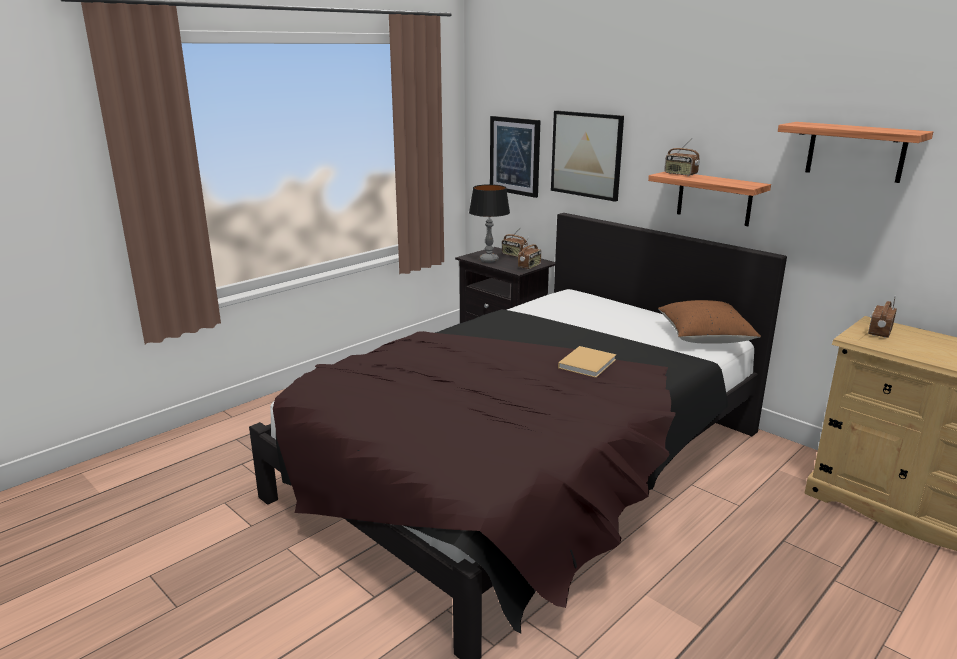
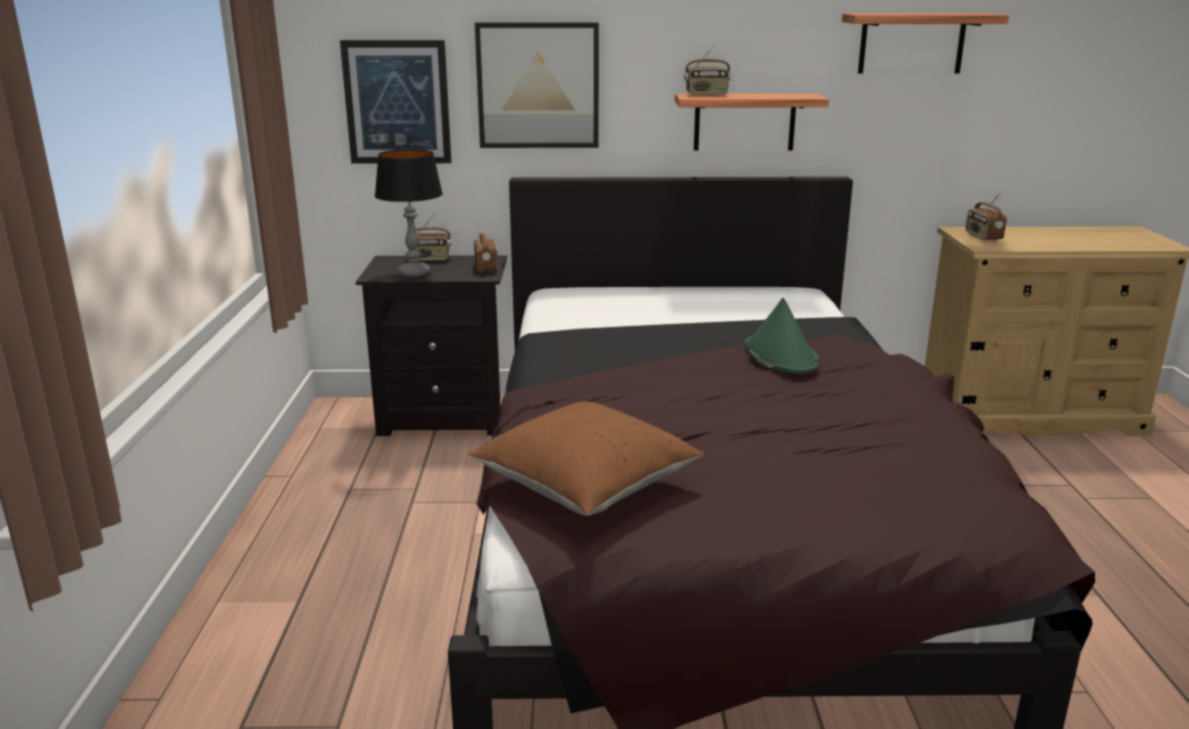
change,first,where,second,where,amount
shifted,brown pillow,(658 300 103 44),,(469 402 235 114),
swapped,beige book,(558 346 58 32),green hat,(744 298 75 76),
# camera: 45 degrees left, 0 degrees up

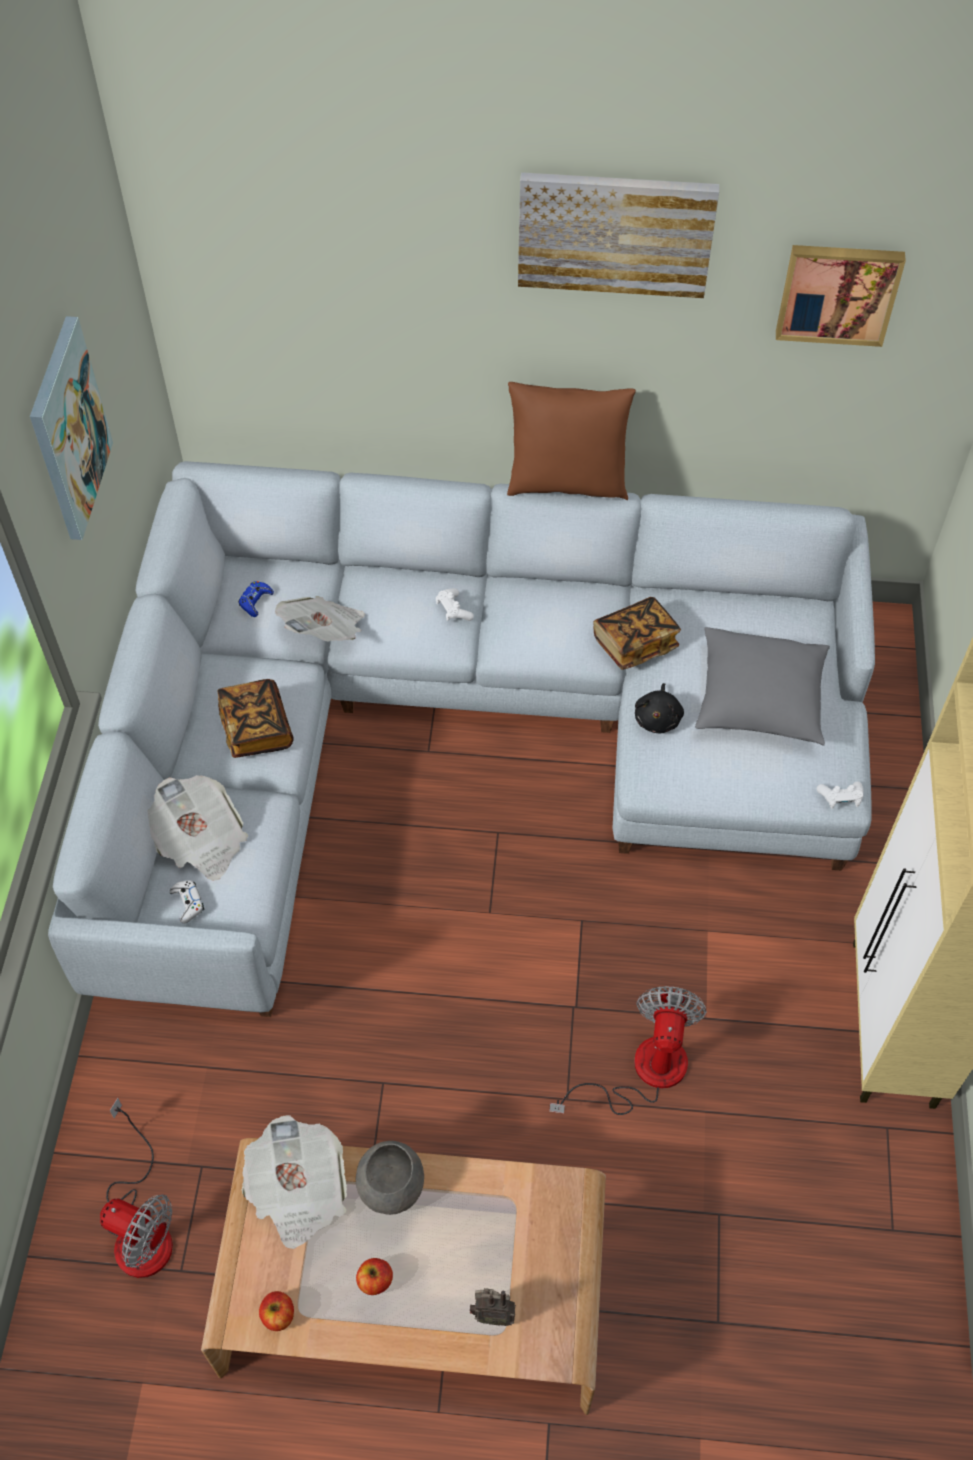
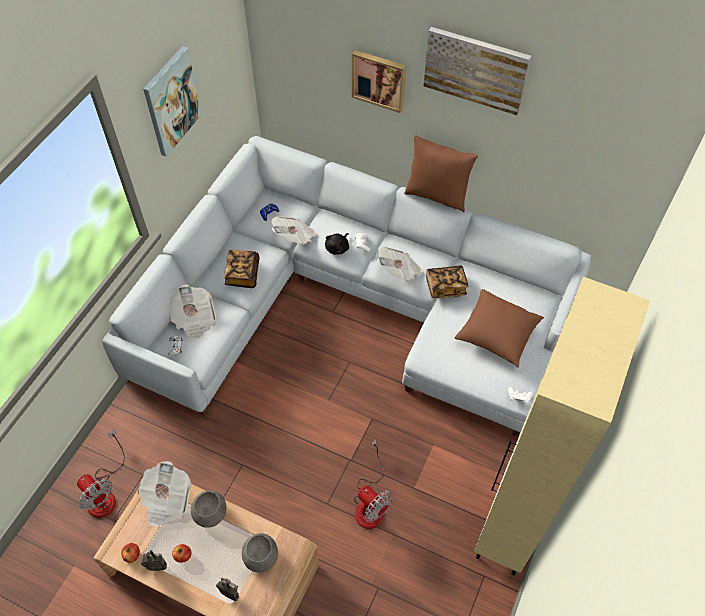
change,first,where,second,where,amount
new,,,radio,(141 550 26 21),
new,,,grey bowl,(242 533 36 39),
shifted,black plush toy,(635 683 49 50),,(325 233 24 22),
shifted,picture,(776 245 130 102),,(352 50 54 63),
rotated,fan,(549 986 158 129),,(354 439 39 90),105 degrees clockwise
new,,,newspaper,(377 247 47 35),
repainted,grey pillow,(695 627 135 119),brown pillow,(454 289 90 78),
# camera: 20 degrees right, 0 degrees up

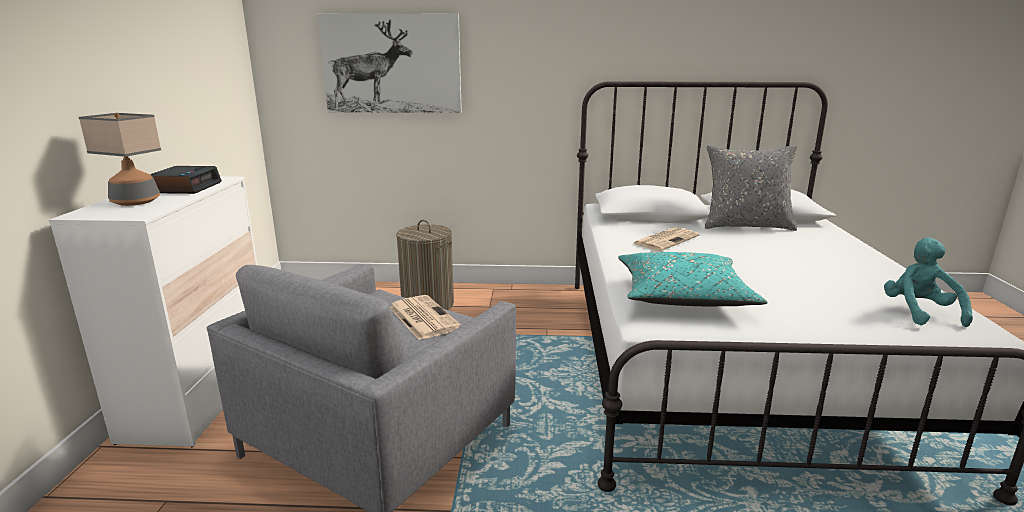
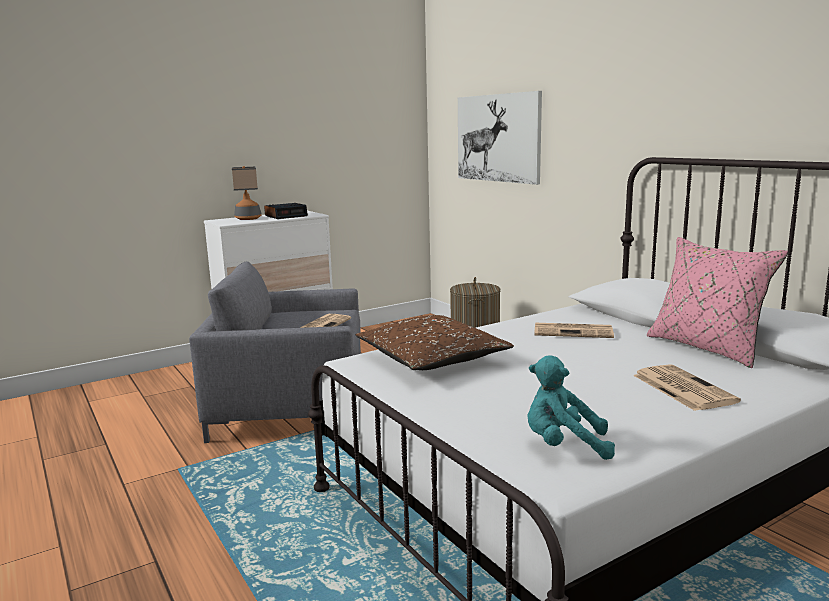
change,first,where,second,where,amount
repainted,turquoise pillow,(618 252 149 54),brown pillow,(355 315 159 55),
rotated,turquoise plush toy,(884 237 89 90),,(528 356 87 104),135 degrees counterclockwise
new,,,newspaper,(633 364 108 47),
repainted,grey pillow,(705 145 92 86),pink pillow,(647 237 141 131),
# camera: 55 degrees right, 5 degrees down

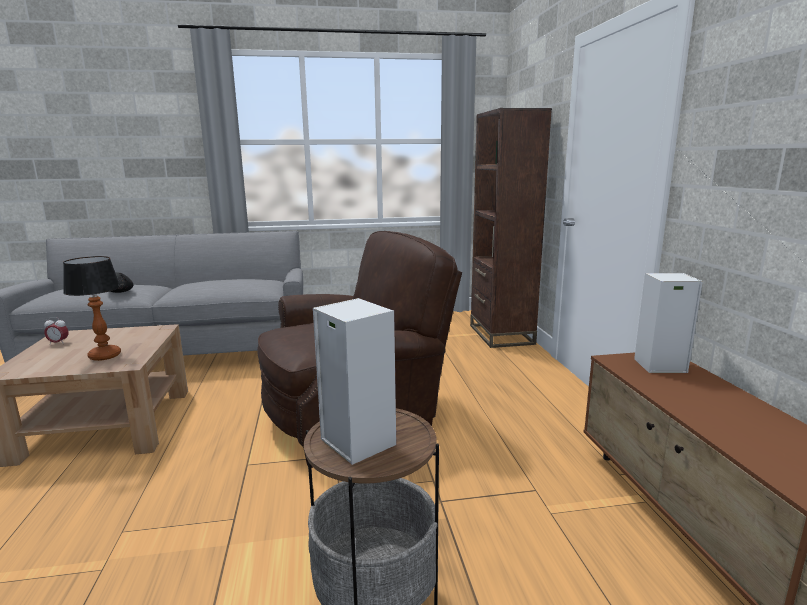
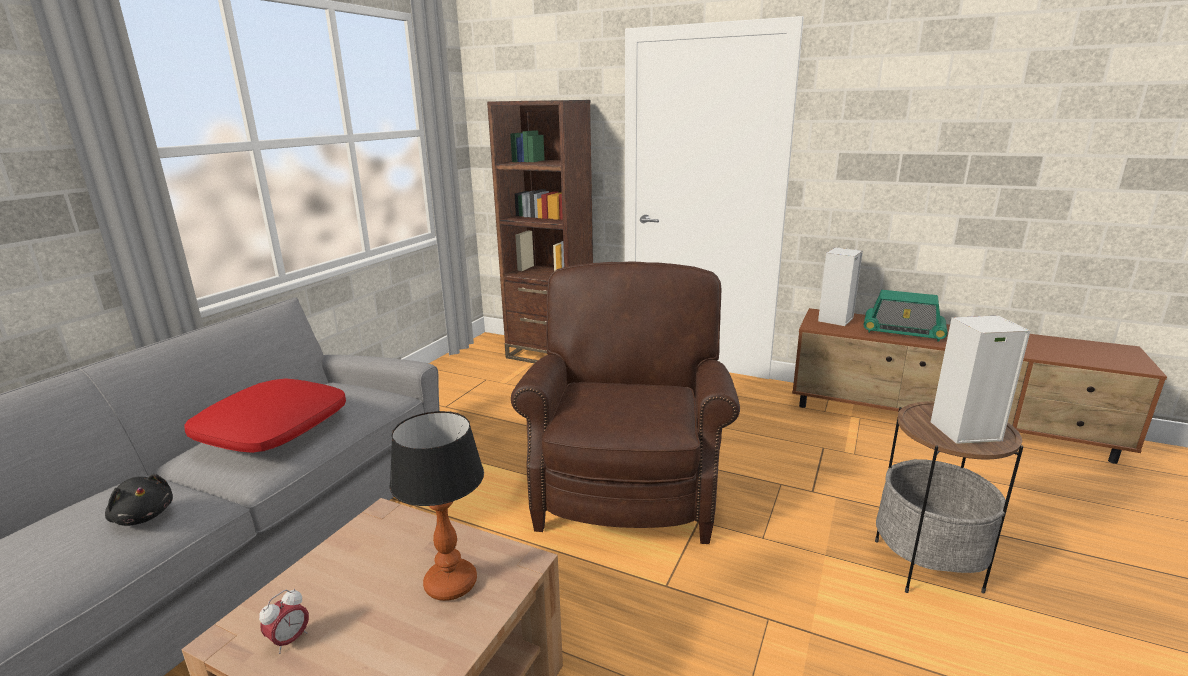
change,first,where,second,where,amount
new,,,red pillow,(184 378 162 75),
new,,,radio,(864 290 84 52),
# camera: 55 degrees left, 5 degrees up

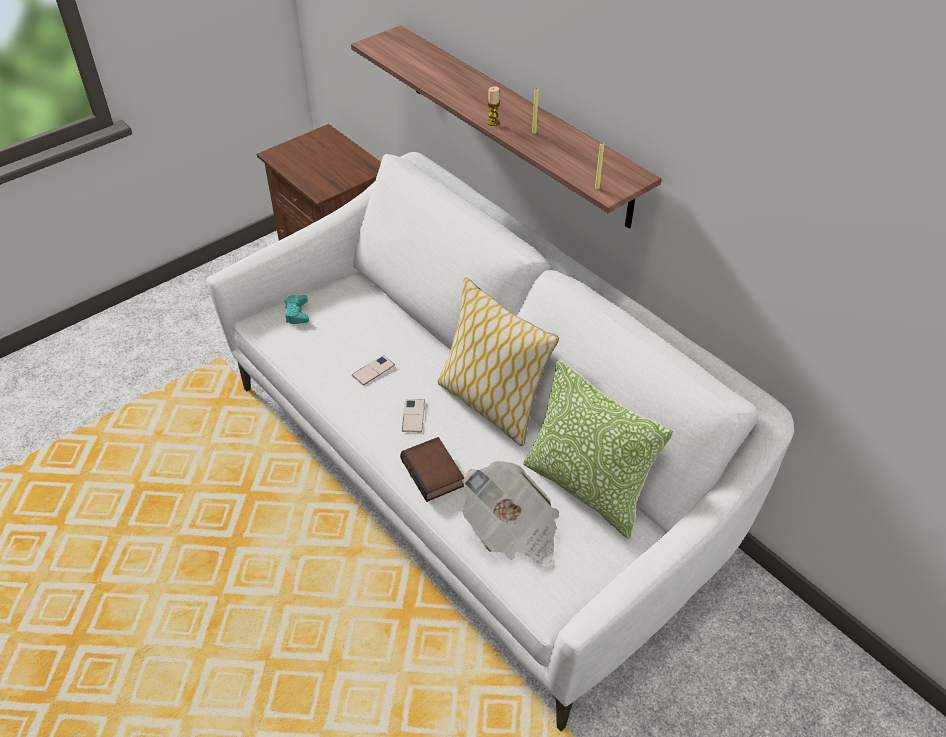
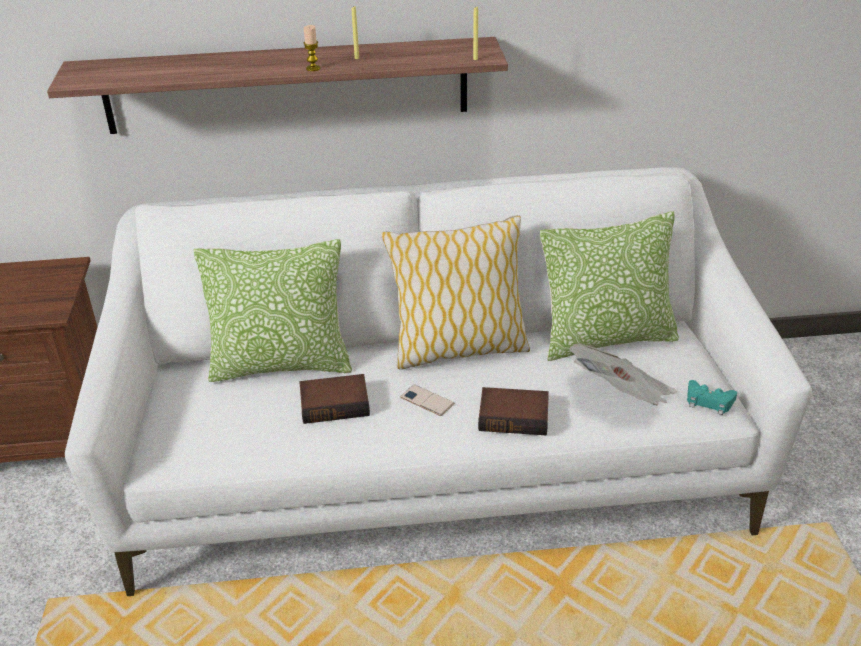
change,first,where,second,where,amount
new,,,pillow,(194 239 158 143),
swapped,phone,(352 355 43 30),book,(300 374 70 50),
shifted,turquoise game controller,(285 295 24 29),,(687 380 50 35),
# camera: 55 degrees left, 10 degrees down

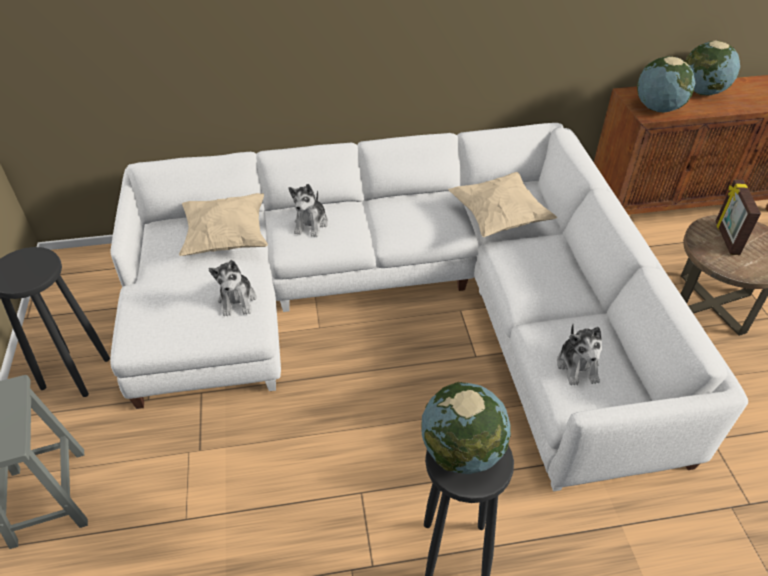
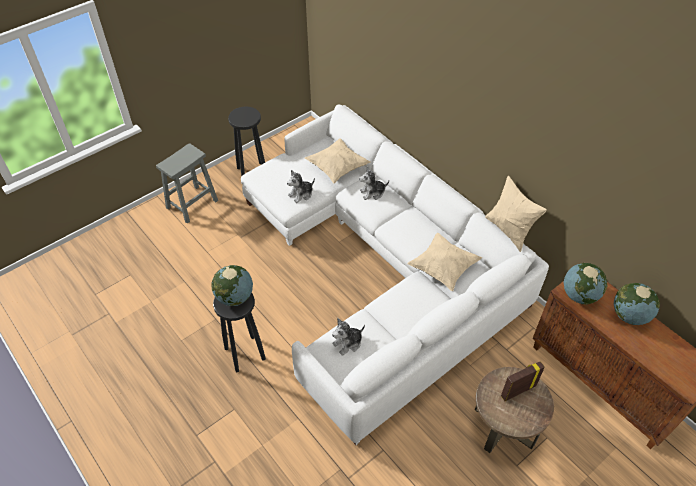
change,first,where,second,where,amount
new,,,beige pillow,(485 176 62 76),
# camera: 60 degrees right, 5 degrees up

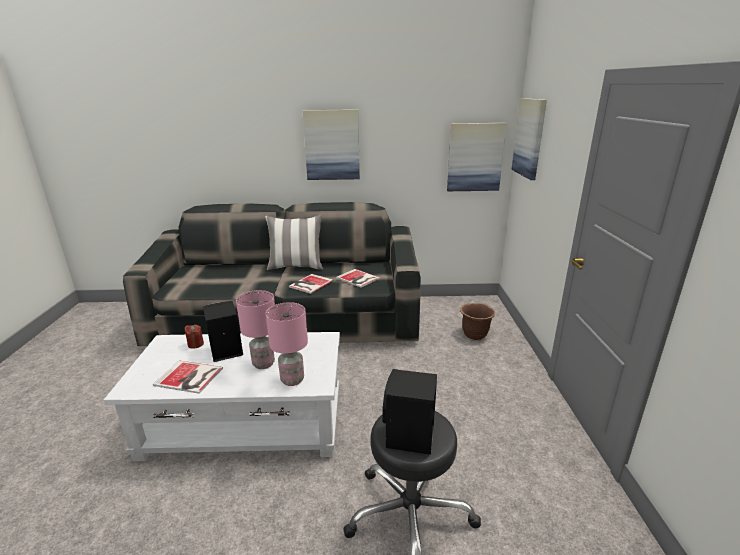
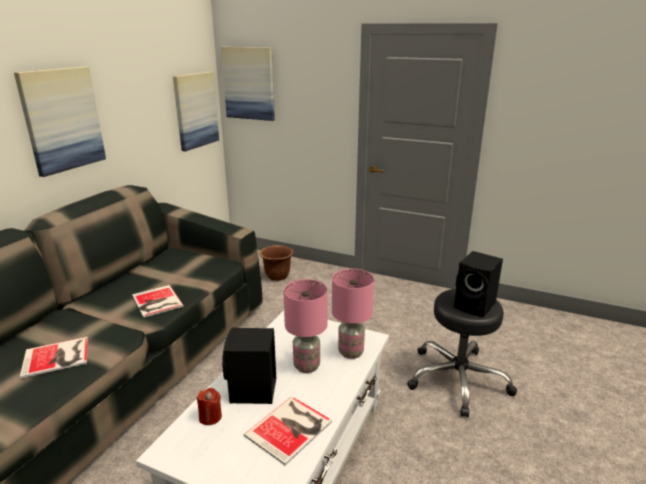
change,first,where,second,where,amount
shifted,book,(336 269 44 18),,(20 337 68 42),
gone,pillow,(265 215 58 55),,,
# camera: 65 degrees left, 0 degrees up

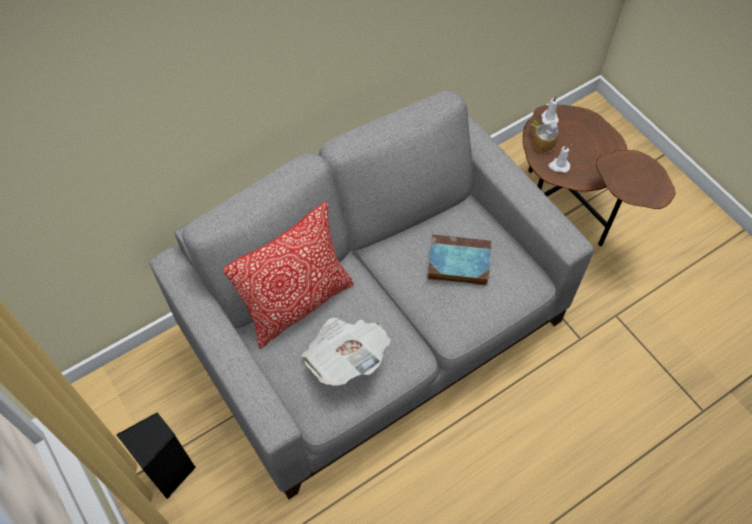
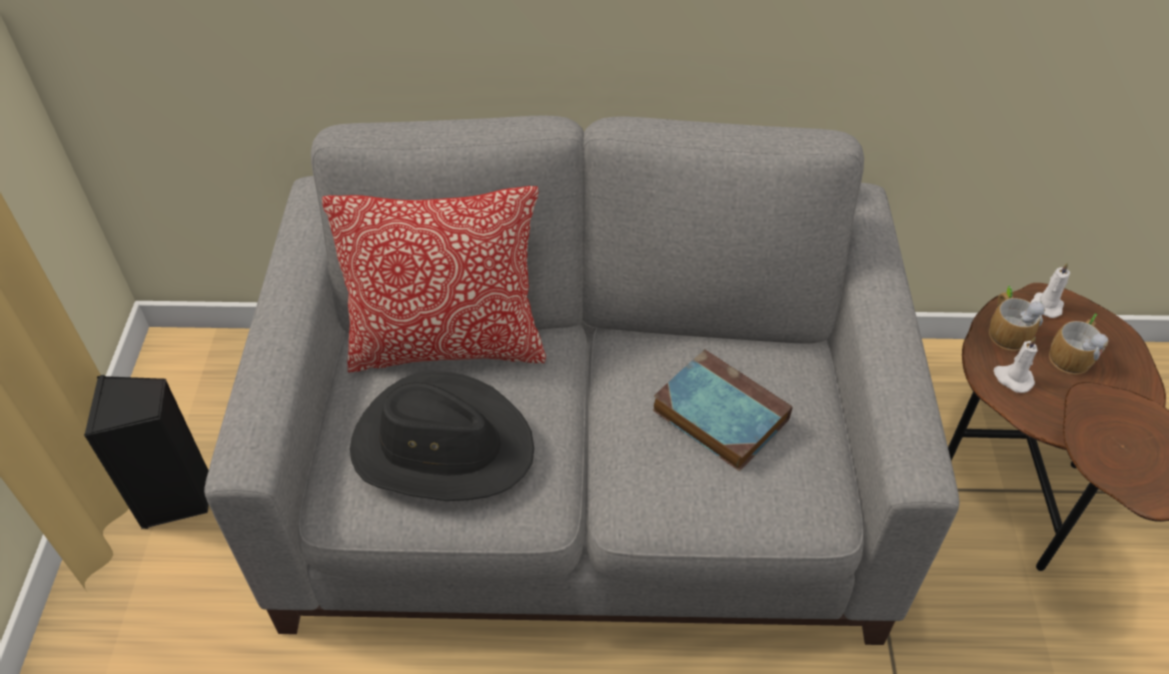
change,first,where,second,where,amount
swapped,newspaper,(301 318 90 68),black hat,(350 372 184 129),
new,,,mug,(1049 314 60 60),
# camera: 35 degrees right, 10 degrees down

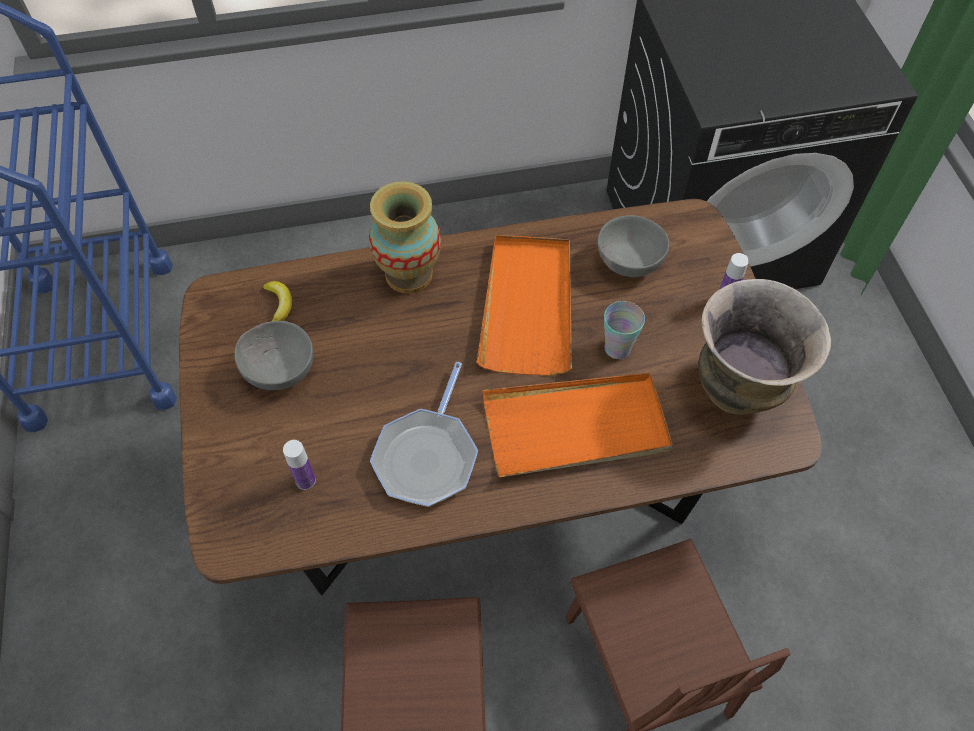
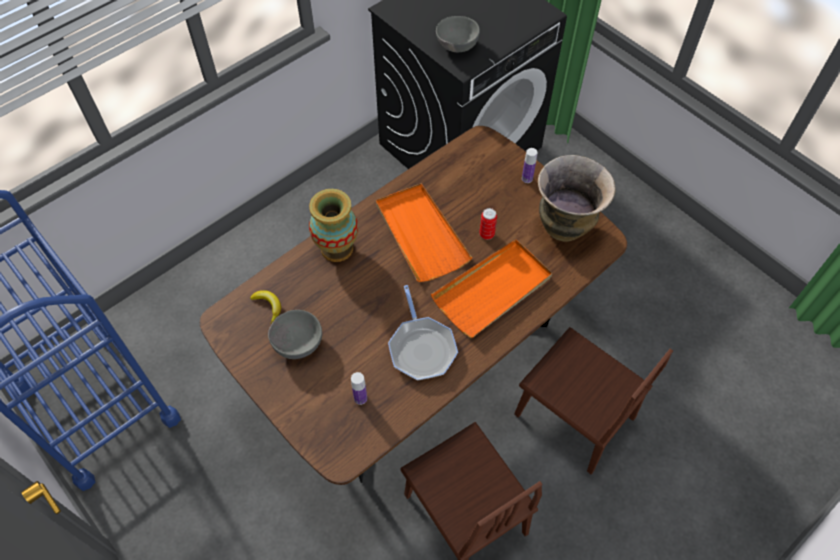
change,first,where,second,where,amount
shifted,grey bowl,(598 215 71 62),,(436 16 44 36),
swapped,cup,(604 301 41 58),can,(479 208 18 32),
# camera: 30 degrees left, 0 degrees up

